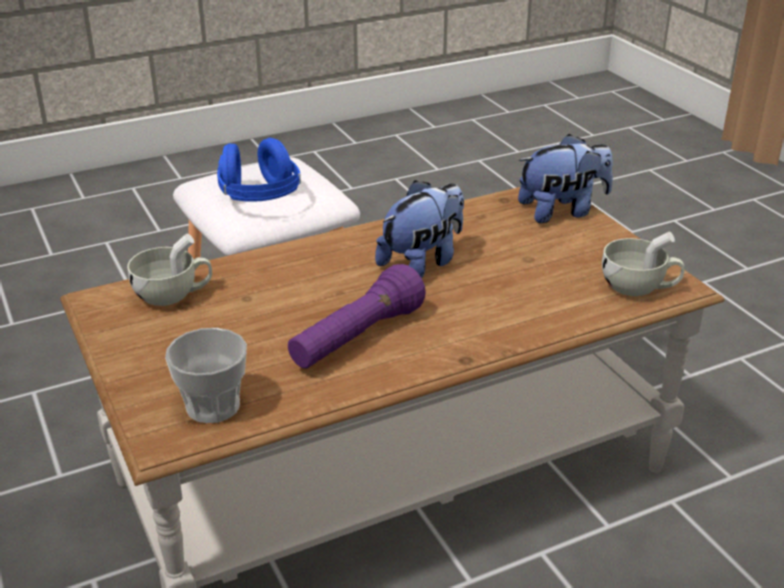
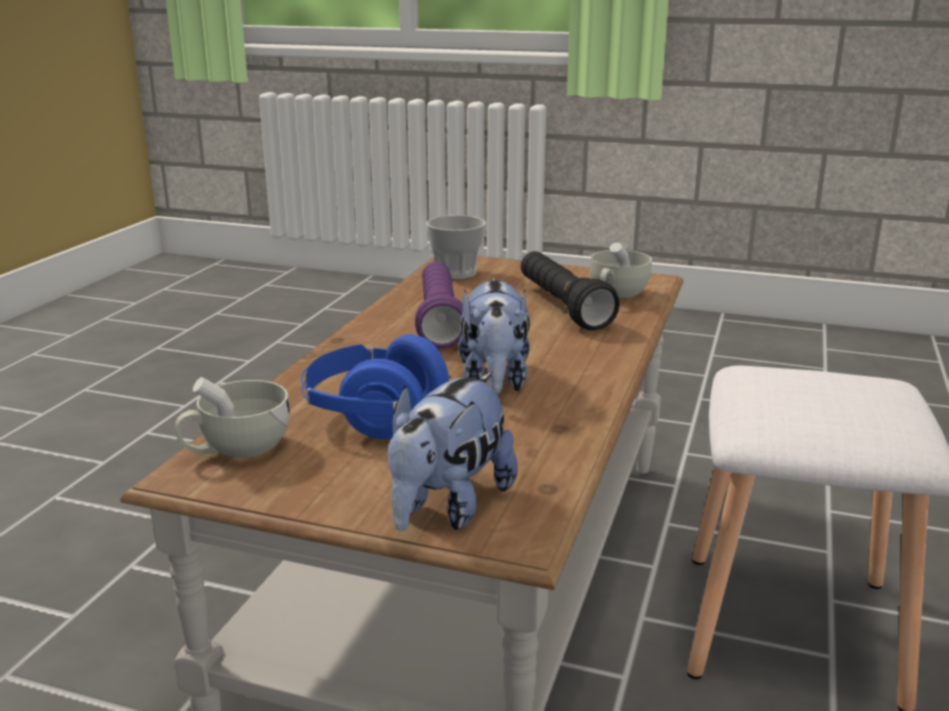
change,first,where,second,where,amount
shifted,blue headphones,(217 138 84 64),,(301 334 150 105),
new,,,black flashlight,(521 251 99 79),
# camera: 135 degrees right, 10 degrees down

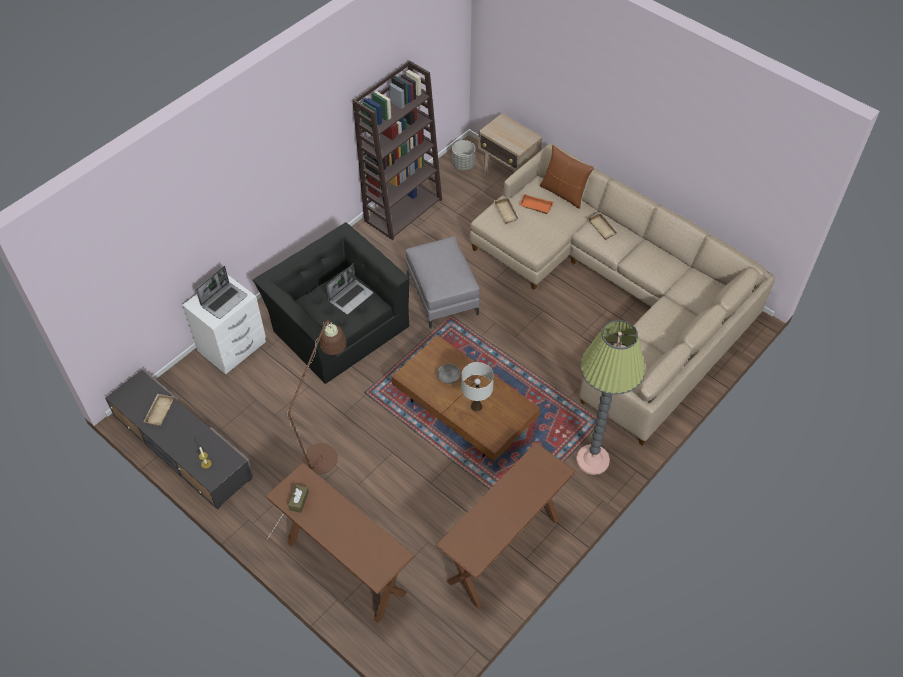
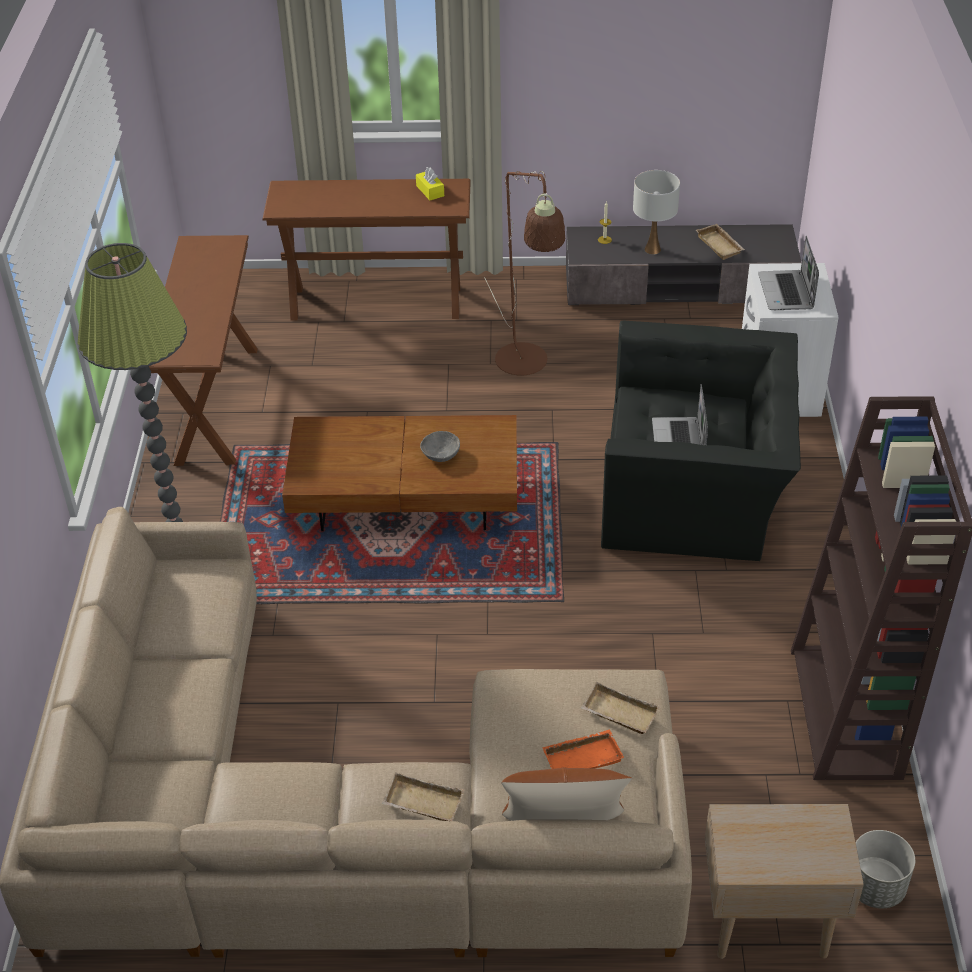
change,first,where,second,where,amount
repainted,brown tissue box,(288 485 21 28),yellow tissue box,(416 167 28 33),
shifted,white table lamp,(461 362 33 50),,(633 170 47 85),
gone,grey ottoman,(406 237 74 92),,,
# camera: 140 degrees right, 10 degrees down

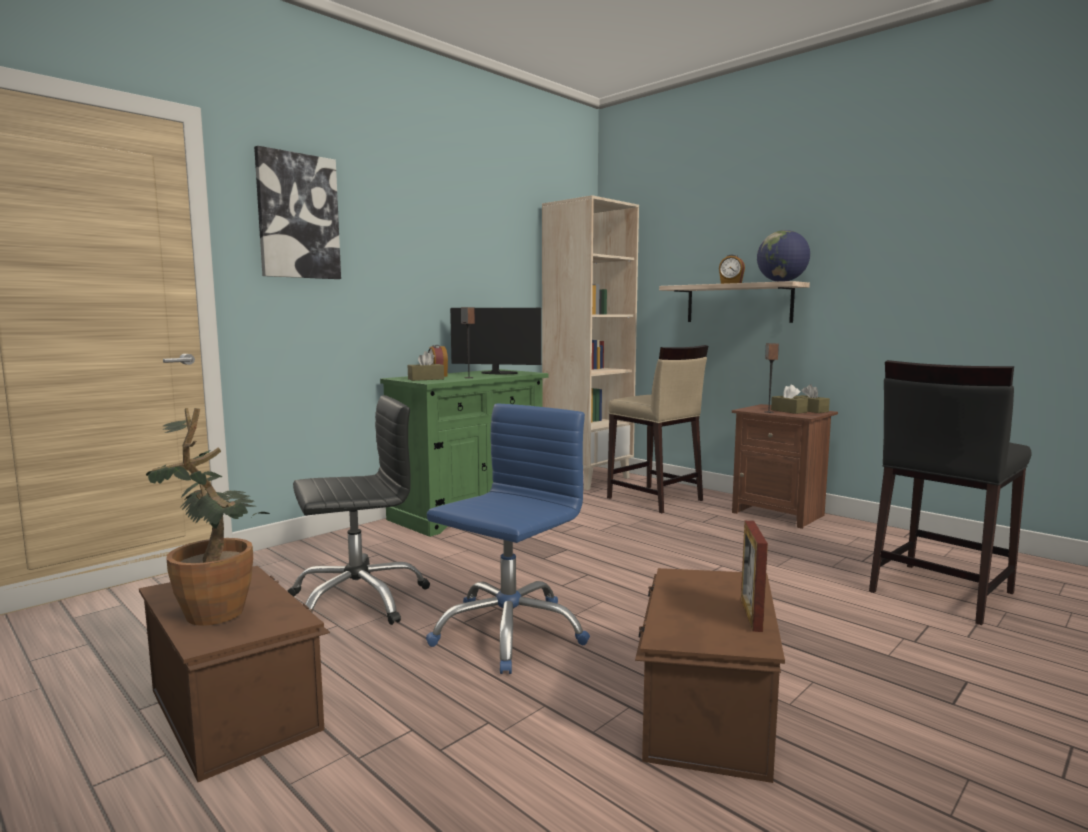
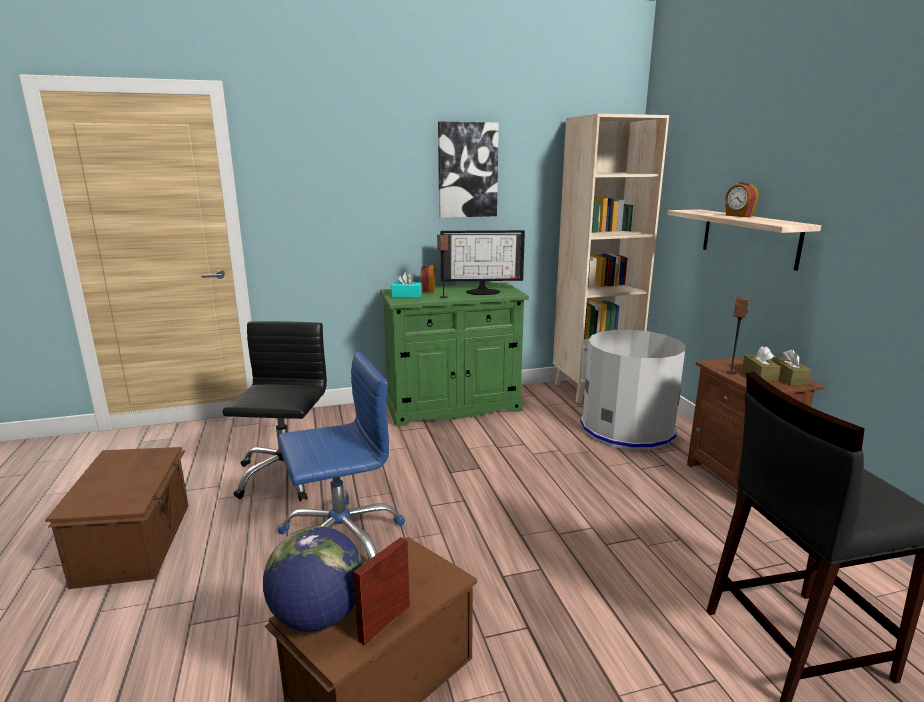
change,first,where,second,where,amount
rotated,black office chair,(287 395 143 230),,(222 321 105 180),90 degrees counterclockwise
shifted,globe,(757 230 53 52),,(263 526 100 106),
repainted,brown tissue box,(408 351 36 30),turquoise tissue box,(391 272 31 26),
shifted,picture,(254 146 87 133),,(438 122 61 96),
rotated,monitor,(450 308 92 66),,(440 230 85 65),135 degrees clockwise
swapped,beige stool,(607 345 101 168),grey trash can,(580 330 106 120),
gone,potted plant,(146 408 124 218),,,
# camera: 30 degrees right, 10 degrees up

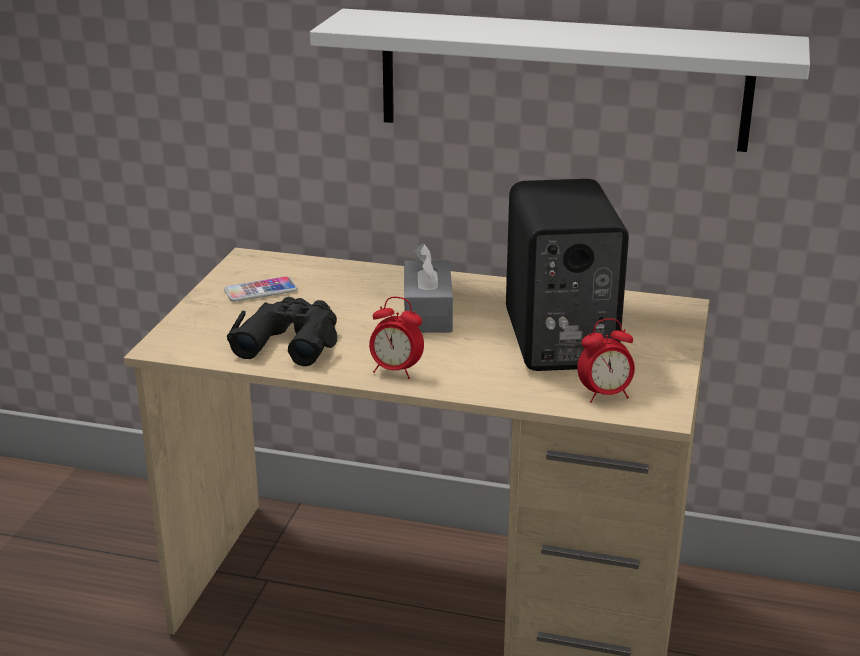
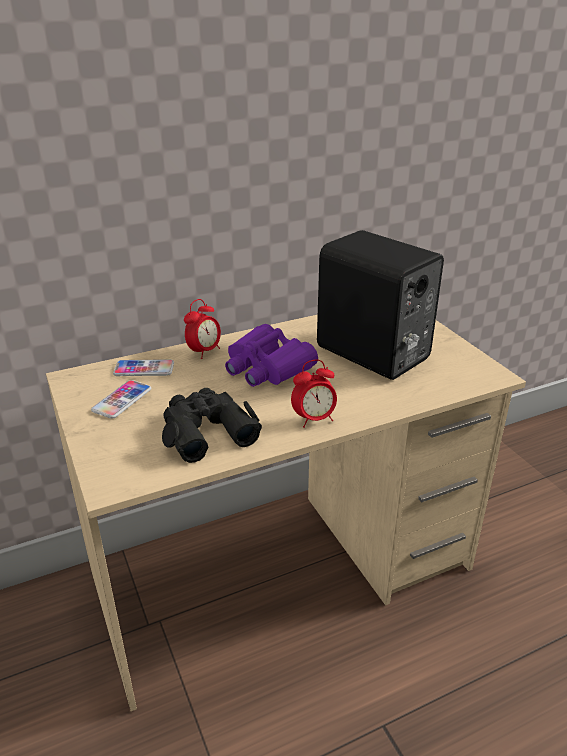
change,first,where,second,where,amount
new,,,phone,(113 359 61 17),
shifted,alarm clock,(577 318 58 85),,(184 299 37 60),
swapped,grey tissue box,(404 243 49 90),purple binoculars,(225 324 93 63),
gone,white shelf,(310 9 500 143),,,
# camera: 40 degrees left, 5 degrees up

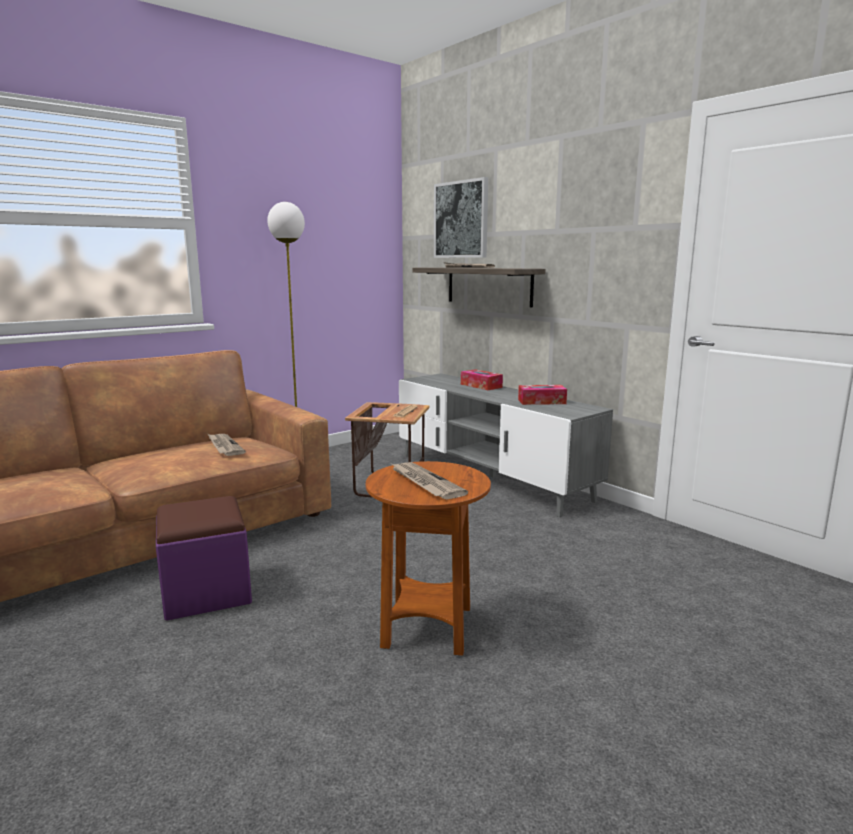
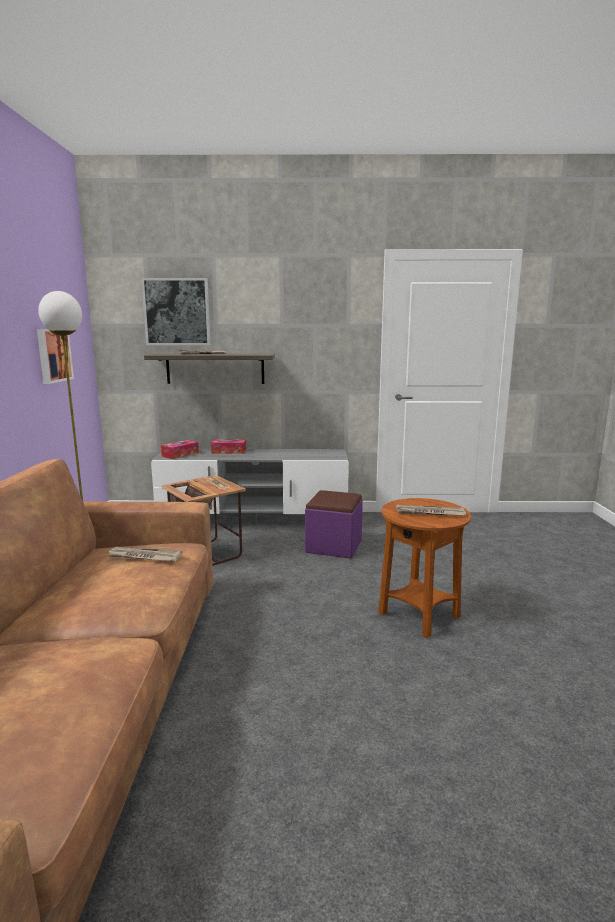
change,first,where,second,where,amount
new,,,picture,(37 329 37 55),
shifted,tissue box,(518 385 49 20),,(161 440 38 19),
shifted,purple ottoman,(156 496 96 125),,(305 490 58 69),
# camera: 50 degrees left, 0 degrees up

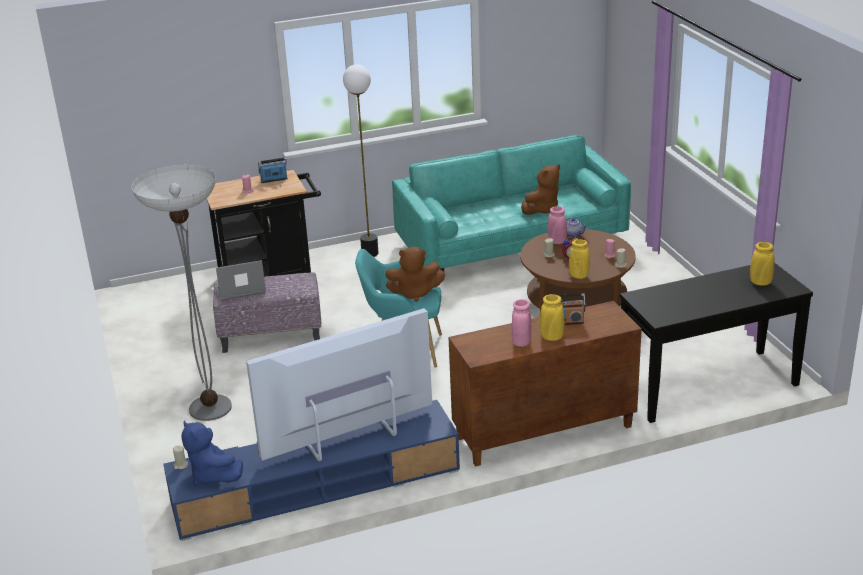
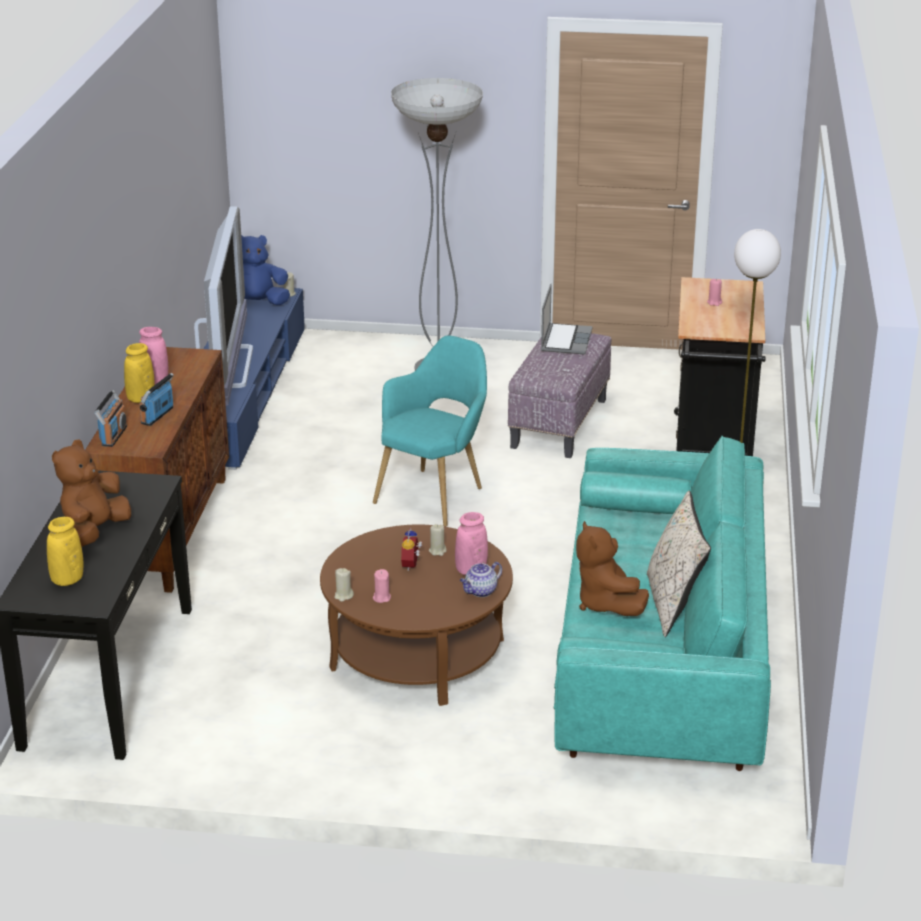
change,first,where,second,where,amount
shifted,brown plush toy,(385 247 60 55),,(52 440 79 107),
shifted,radio,(258 157 30 26),,(95 390 32 57),
new,,,beige pillow,(647 491 64 146),
gone,yellow vase,(569 239 21 40),,,
# camera: 115 degrees right, 0 degrees up

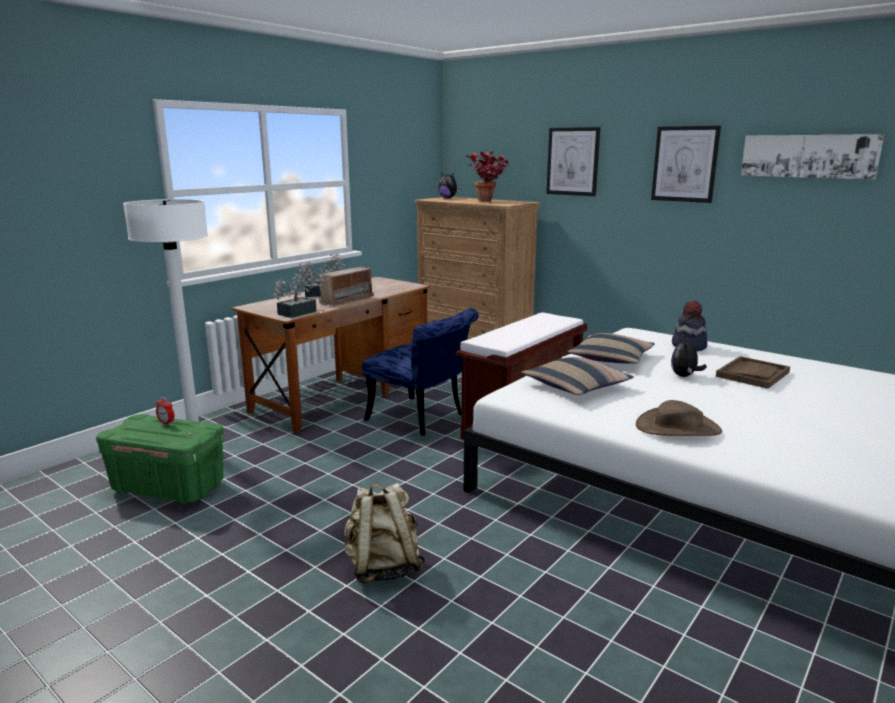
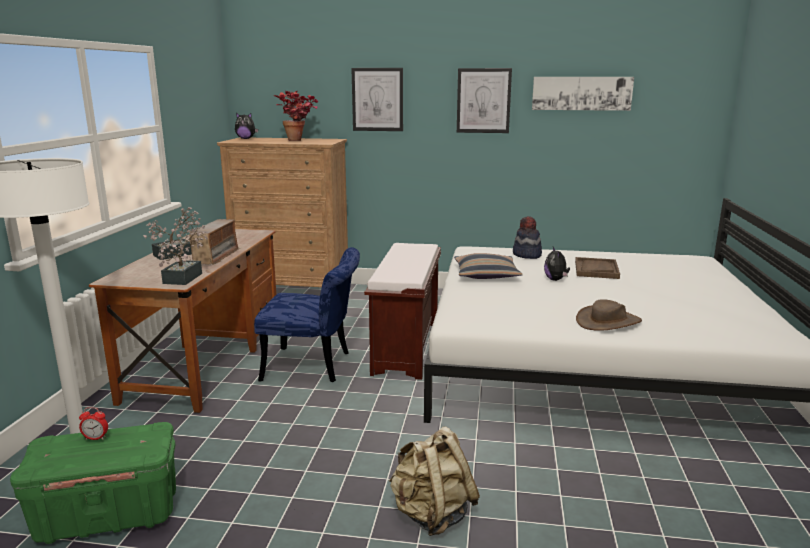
change,first,where,second,where,amount
gone,pillow,(521 357 112 38),,,
# camera: 30 degrees left, 0 degrees up

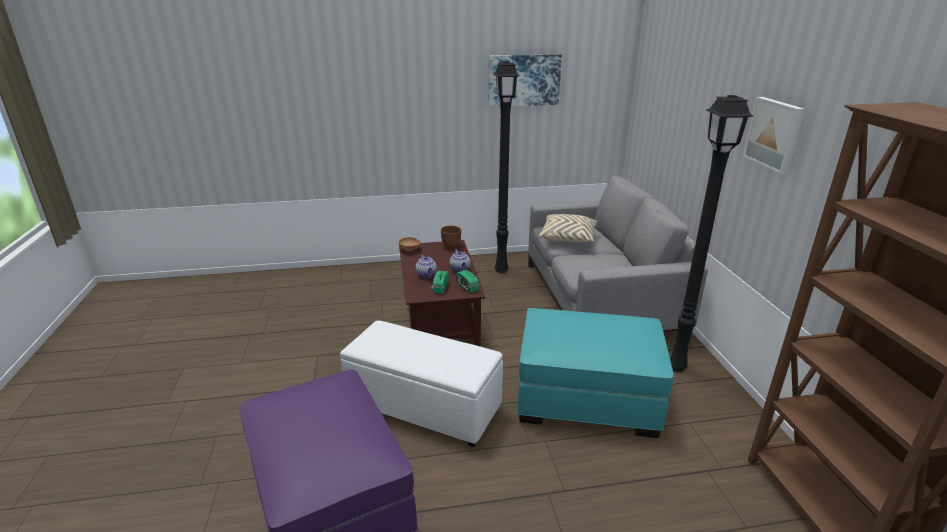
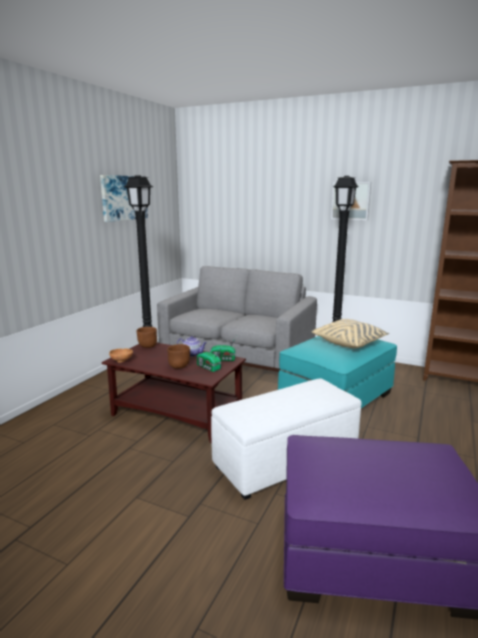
change,first,where,second,where,amount
swapped,teapot,(416 255 21 23),brown bowl,(167 344 23 25),
shifted,beige pillow,(539 214 60 29),,(311 319 78 29),
# camera: 55 degrees left, 10 degrees down

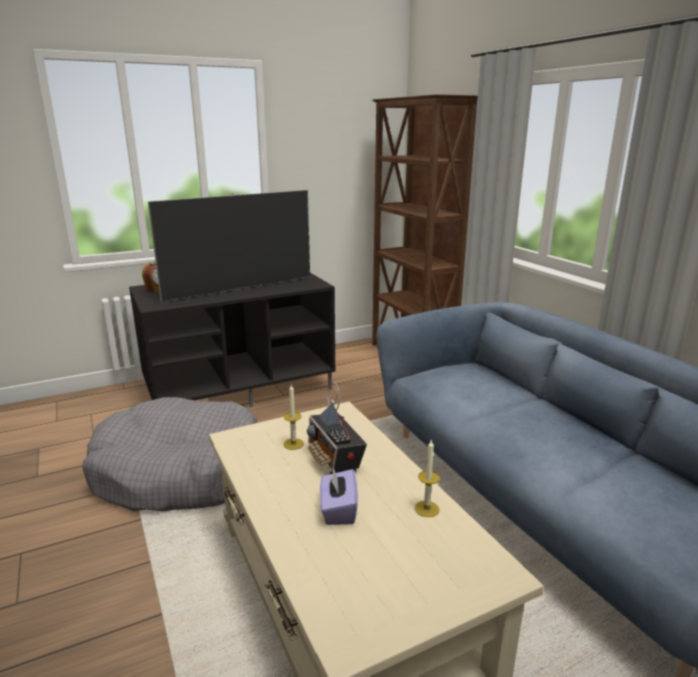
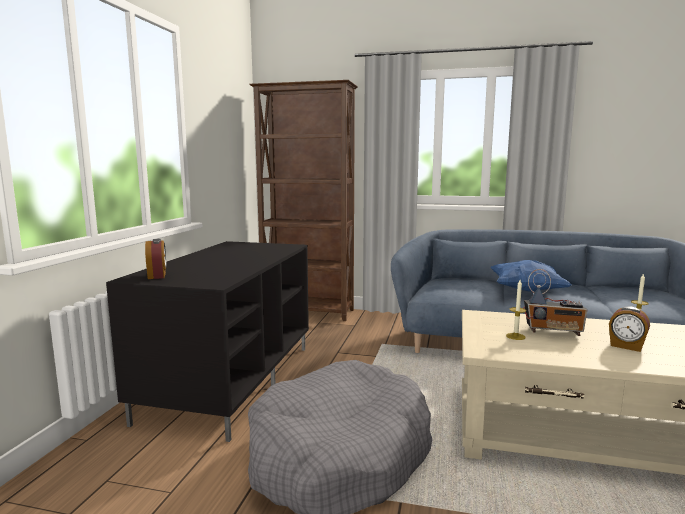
change,first,where,second,where,amount
new,,,blue pillow,(490 260 82 32),
swapped,purple tissue box,(320 468 38 57),alarm clock,(609 306 41 46),
gone,television,(148 190 162 112),,,
# camera: 50 degrees left, 10 degrees down

